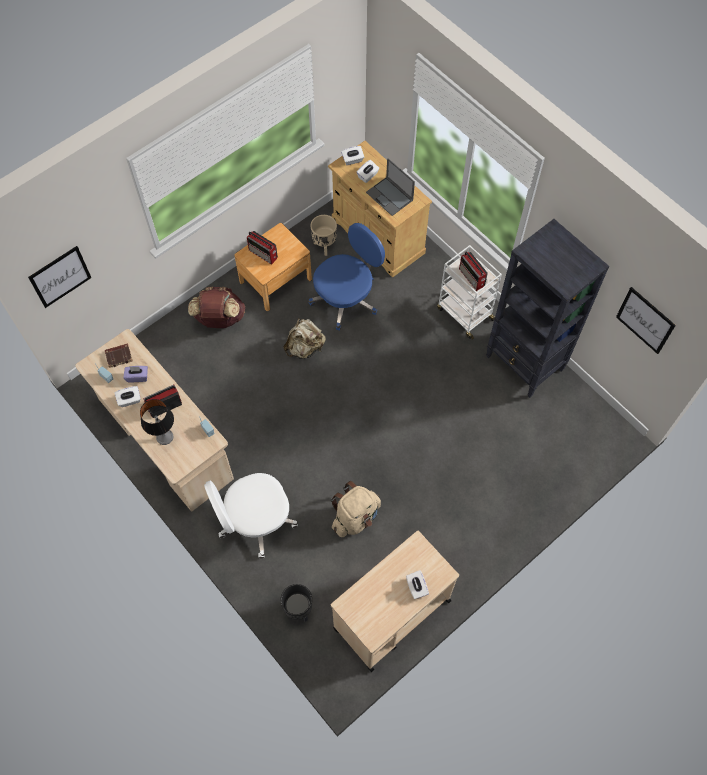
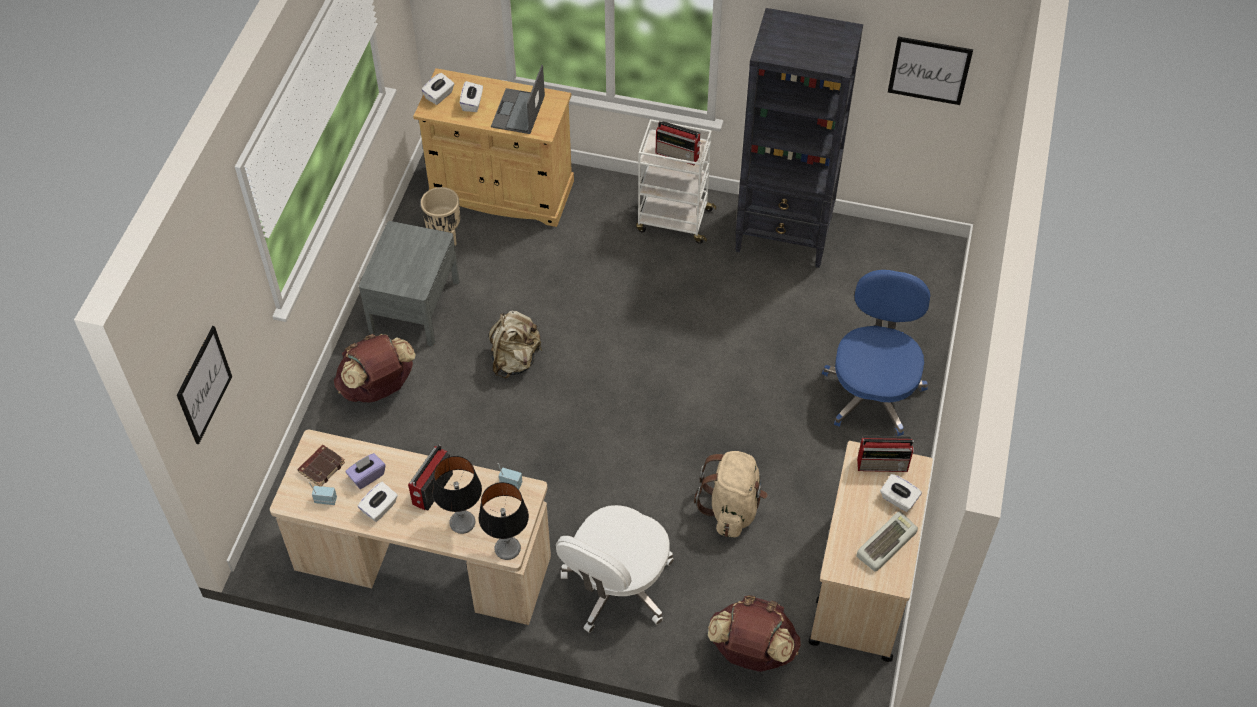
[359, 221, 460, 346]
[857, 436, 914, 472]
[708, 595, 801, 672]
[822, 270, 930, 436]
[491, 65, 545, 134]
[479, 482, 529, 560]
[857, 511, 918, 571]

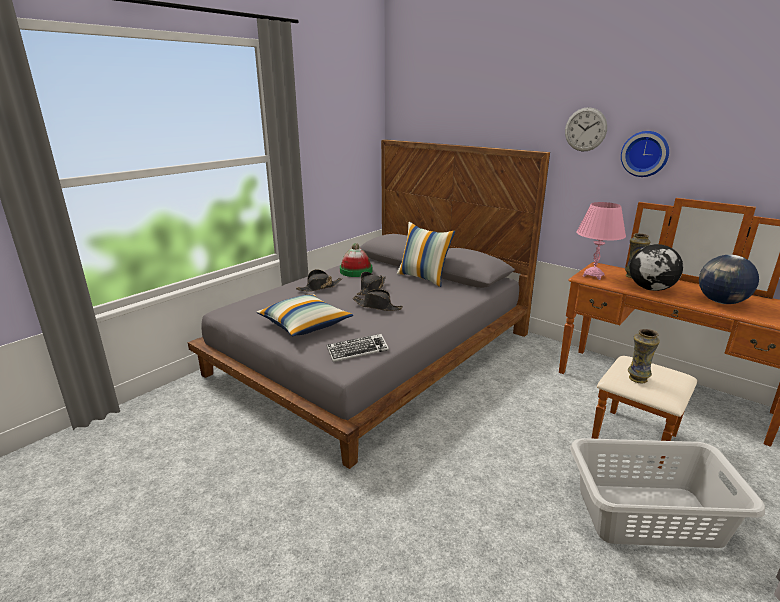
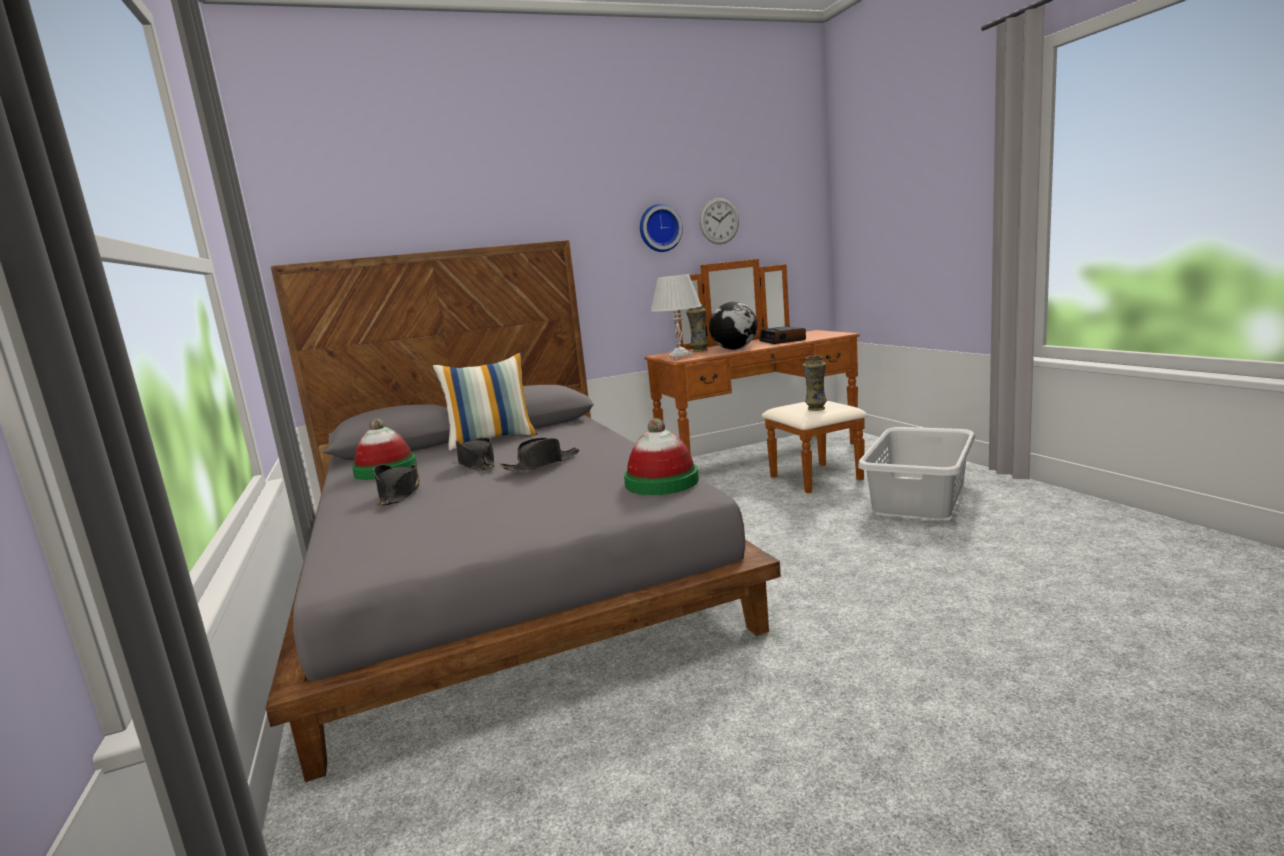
[256, 294, 353, 336] (first image)
[624, 418, 699, 495]
[699, 198, 739, 244]
[651, 274, 702, 359]
[759, 326, 806, 344]

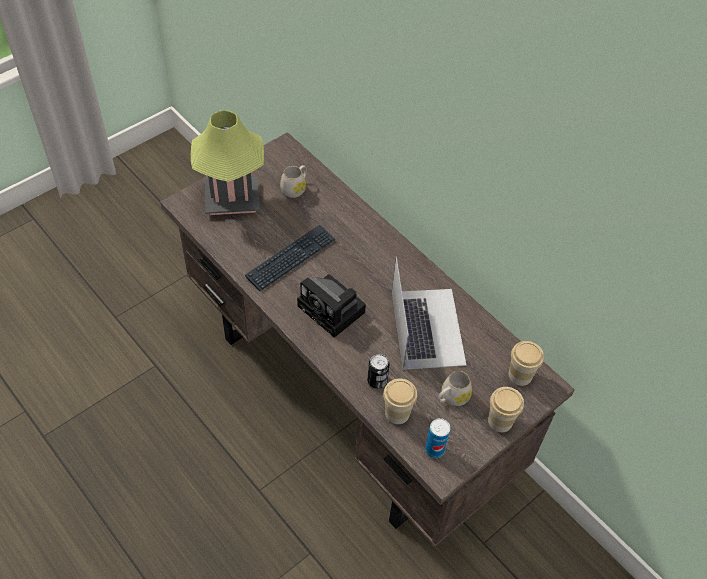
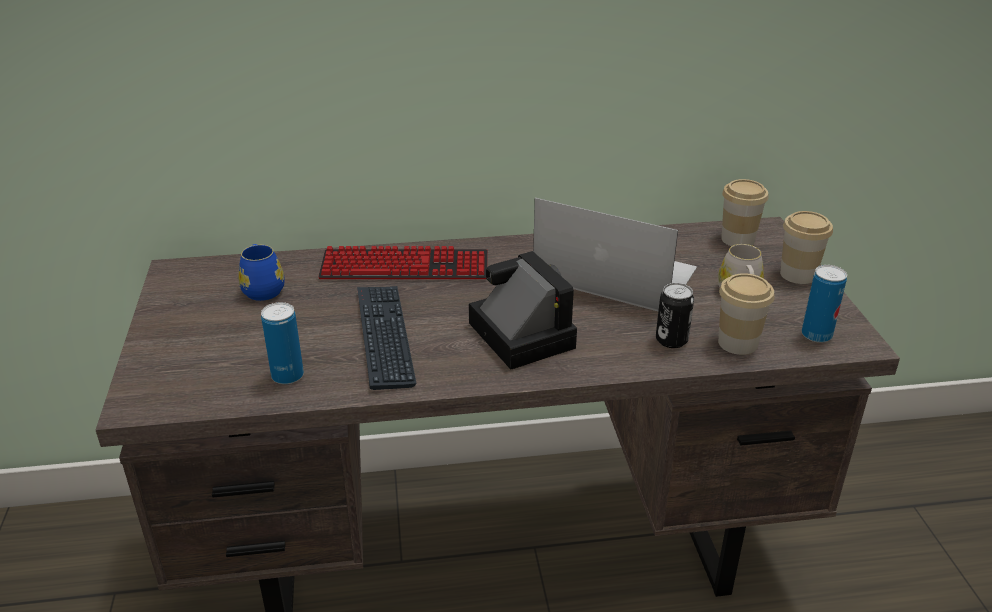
[191, 110, 264, 215] (first image)
[238, 244, 285, 301]
[469, 251, 577, 370]
[261, 302, 304, 384]
[318, 246, 488, 279]

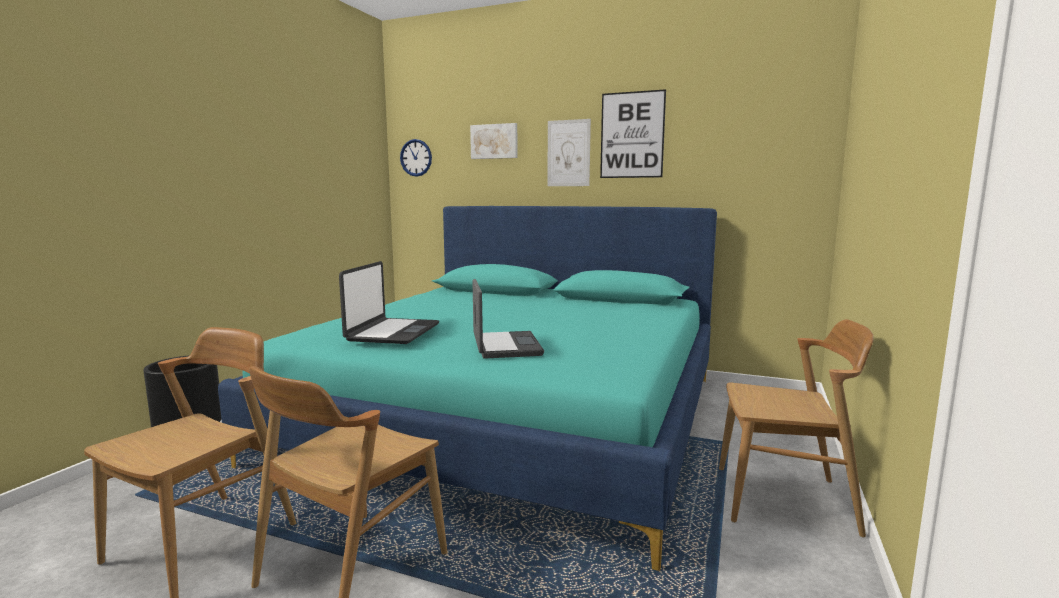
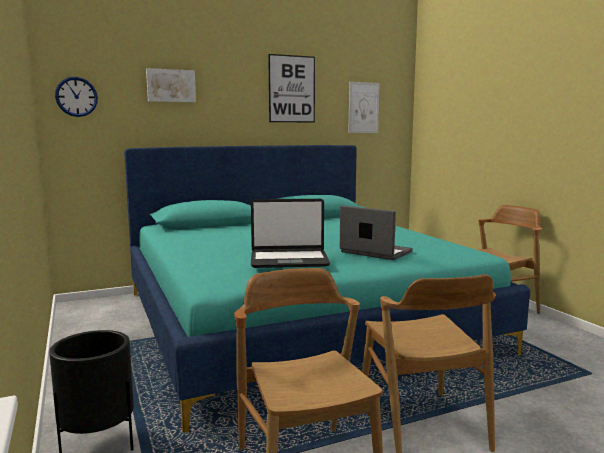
[251, 199, 330, 268]
[348, 82, 380, 133]

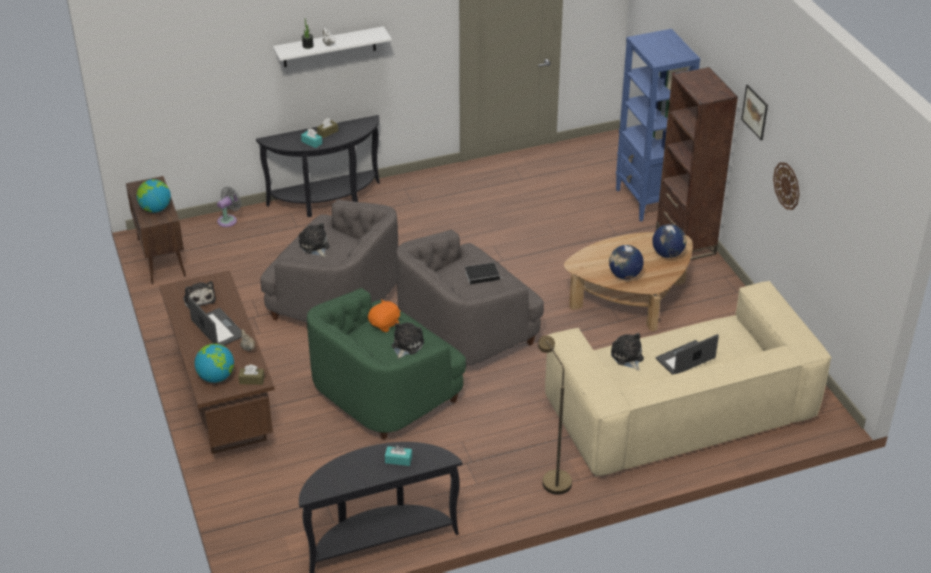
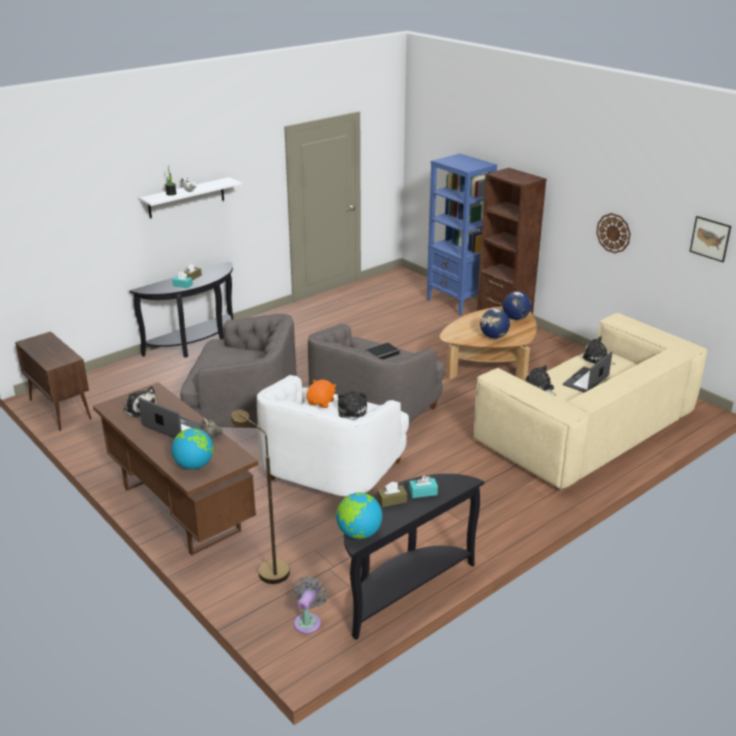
[336, 492, 382, 539]
[294, 576, 328, 634]
[378, 482, 407, 507]
[582, 336, 616, 365]
[257, 375, 409, 496]
[231, 410, 290, 584]
[689, 216, 731, 262]

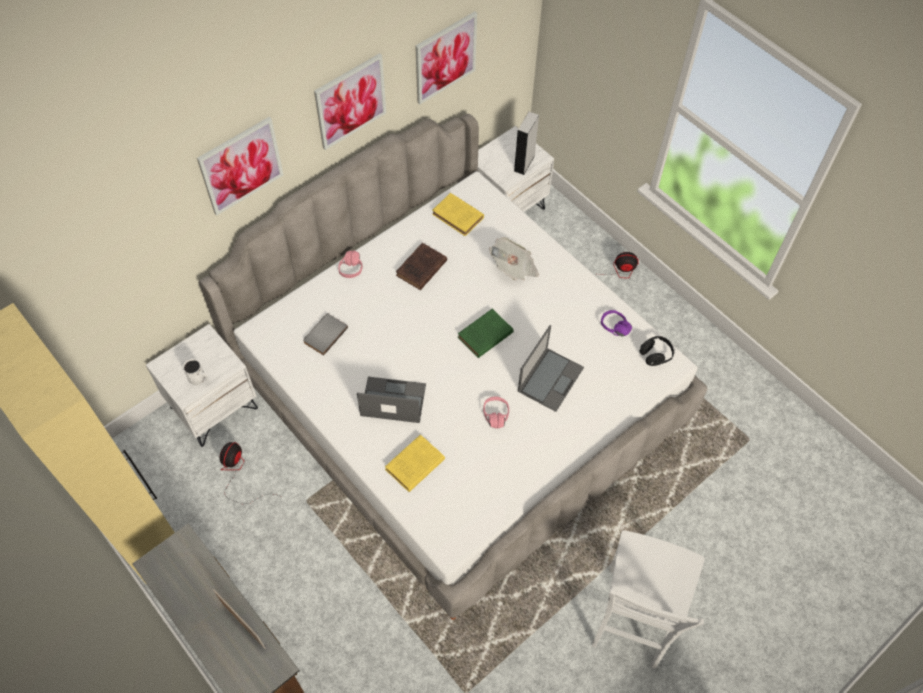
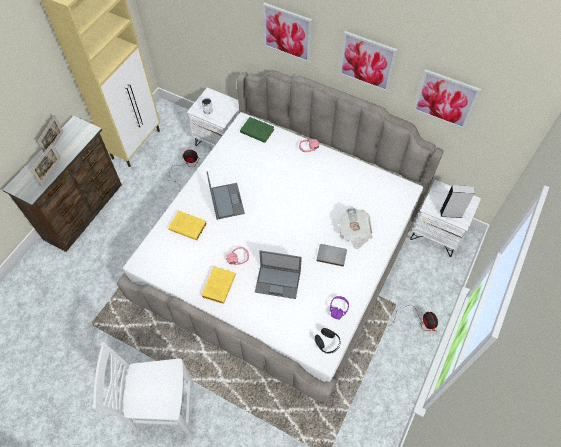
[316, 244, 347, 267]
[396, 243, 447, 290] (first image)
[202, 266, 236, 304]
[240, 117, 274, 143]
[37, 115, 63, 152]

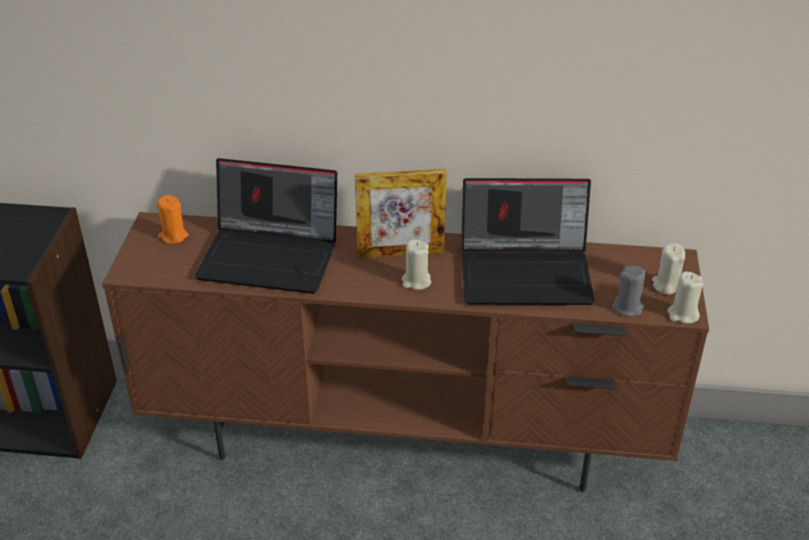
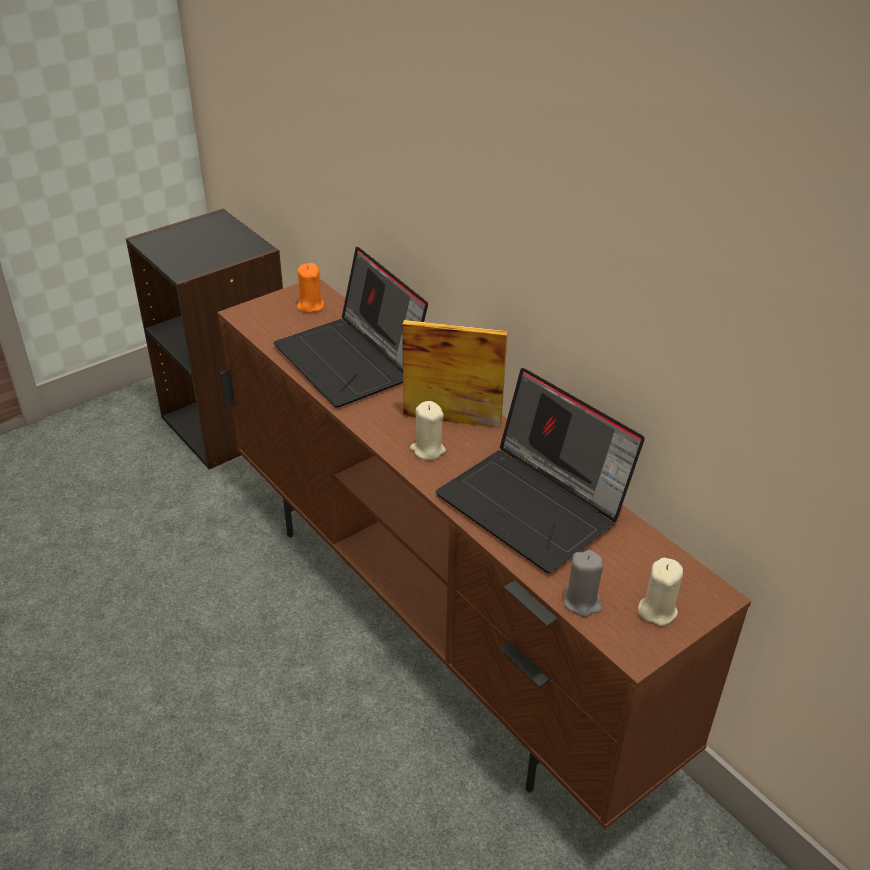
[402, 320, 508, 428]
[667, 272, 703, 324] (first image)

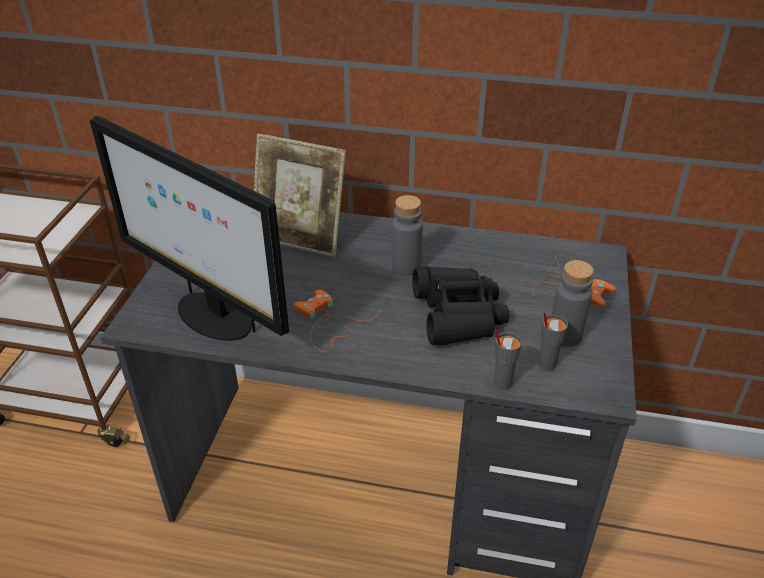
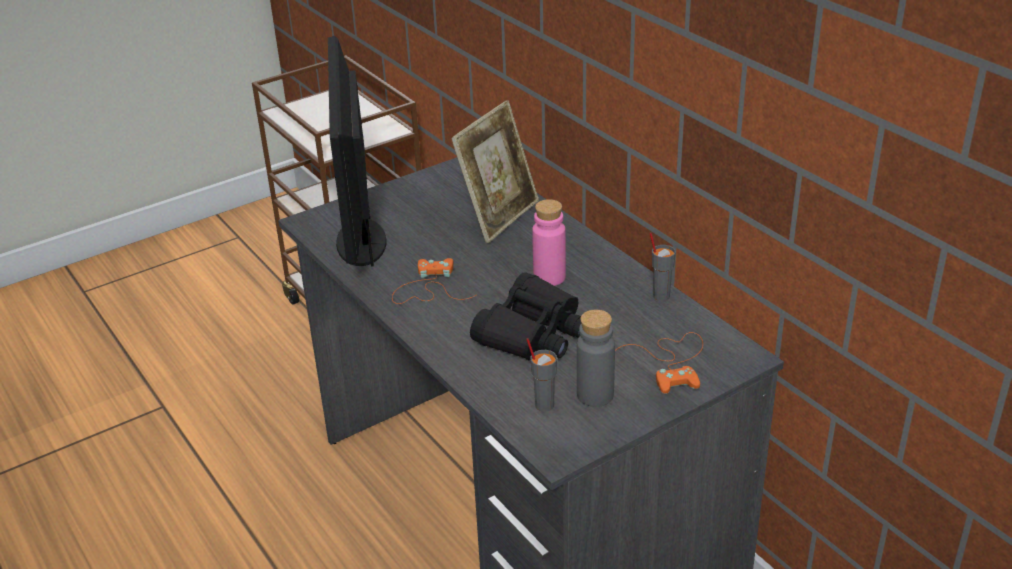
[451, 100, 539, 243]
[532, 199, 566, 286]
[650, 232, 676, 301]

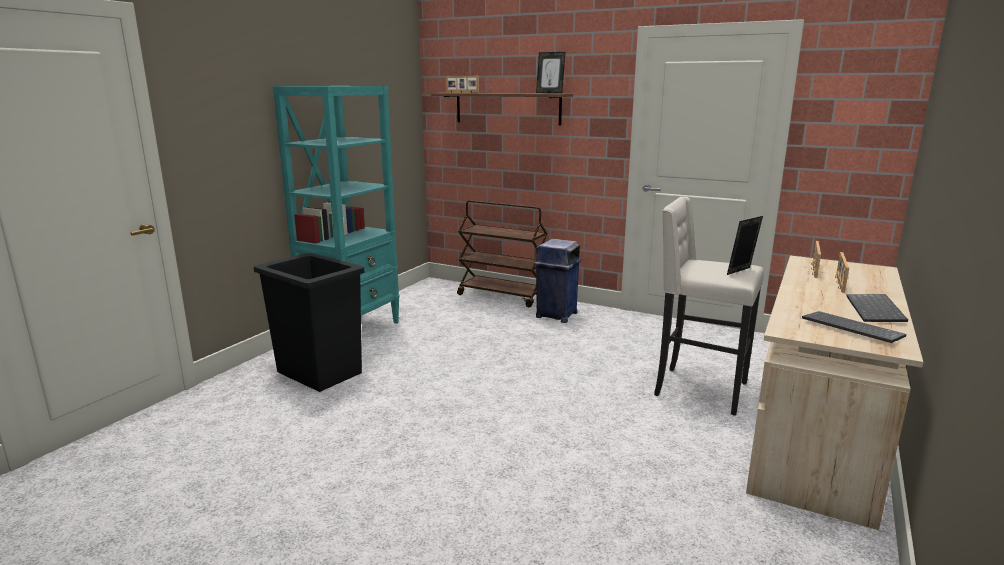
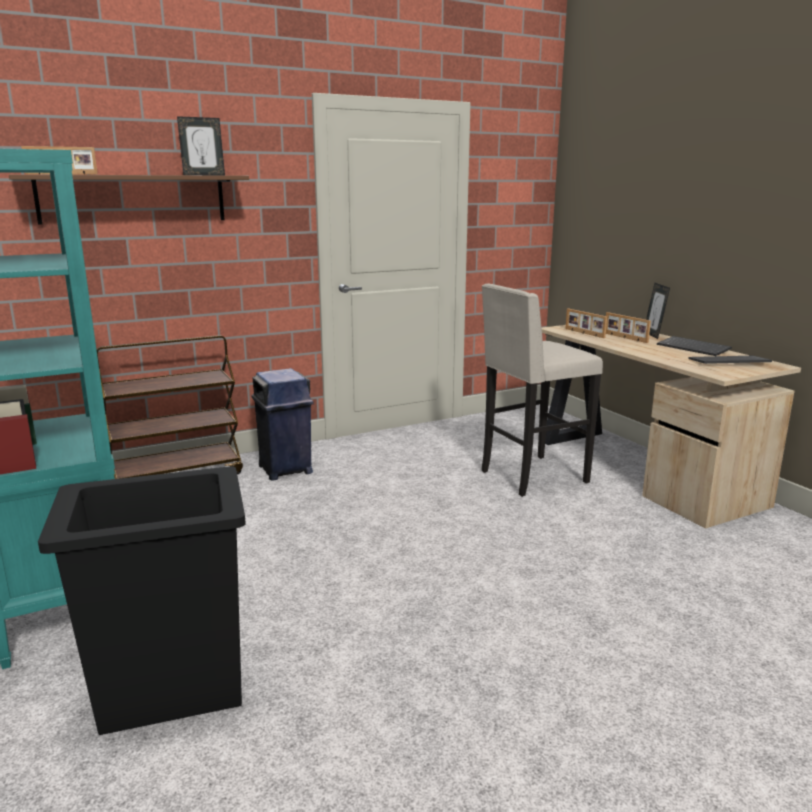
[646, 283, 670, 339]

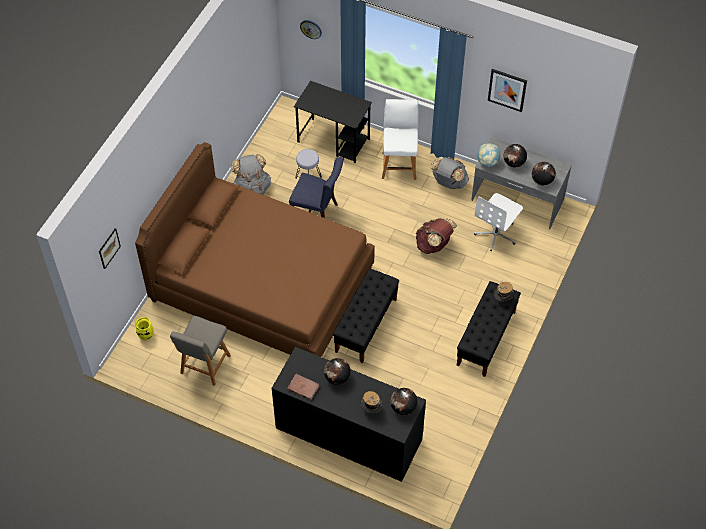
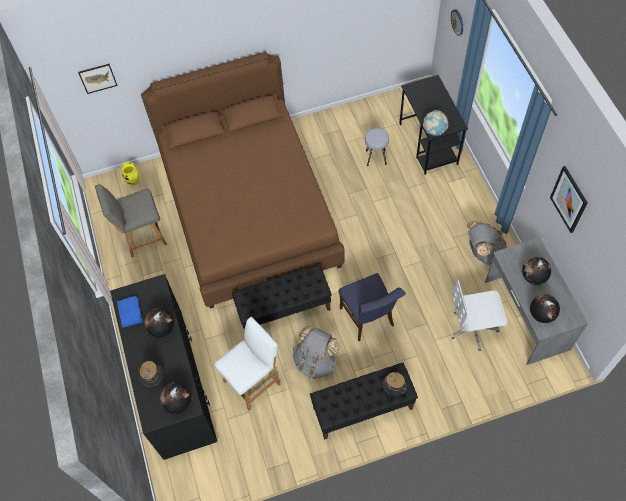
[293, 326, 340, 379]
[117, 296, 142, 328]
[339, 273, 406, 341]
[214, 317, 280, 411]
[416, 218, 457, 254] (first image)
[423, 110, 448, 136]

